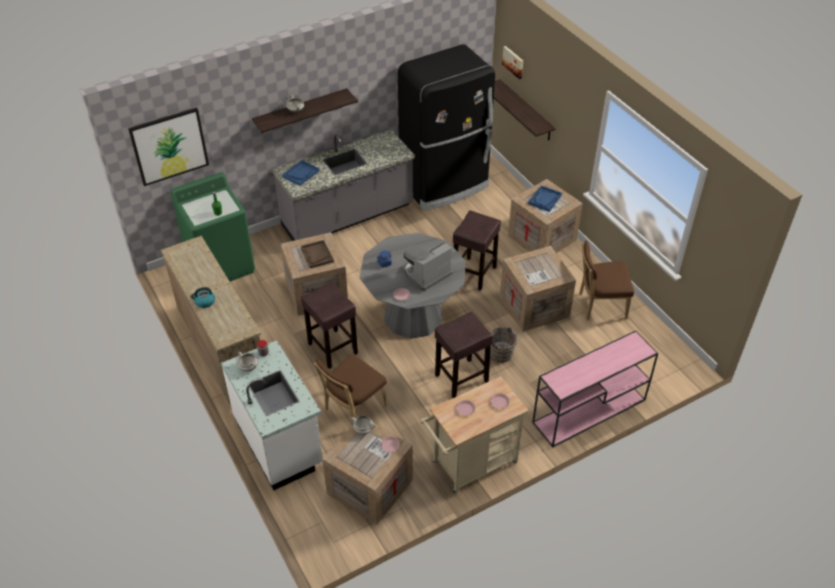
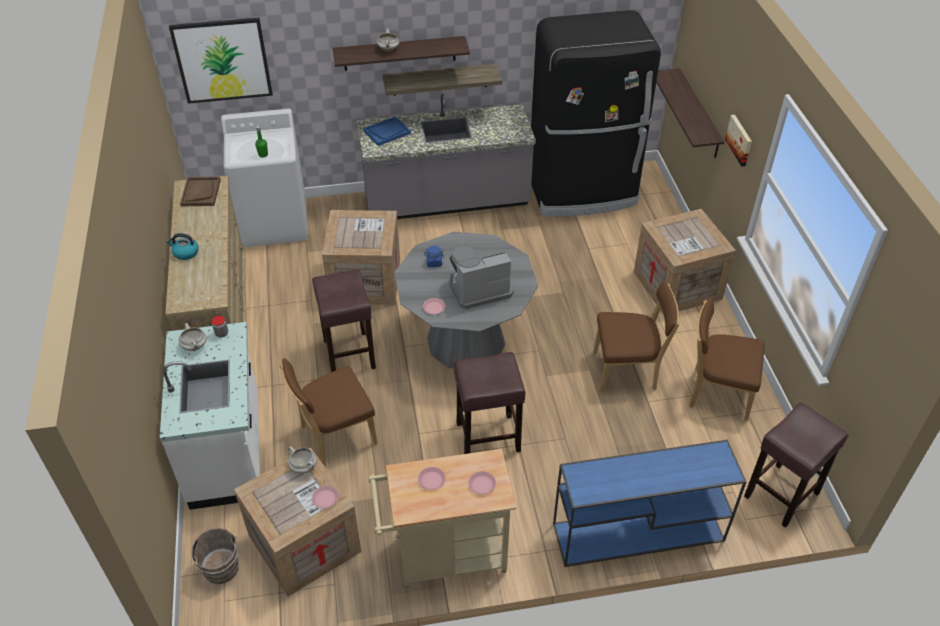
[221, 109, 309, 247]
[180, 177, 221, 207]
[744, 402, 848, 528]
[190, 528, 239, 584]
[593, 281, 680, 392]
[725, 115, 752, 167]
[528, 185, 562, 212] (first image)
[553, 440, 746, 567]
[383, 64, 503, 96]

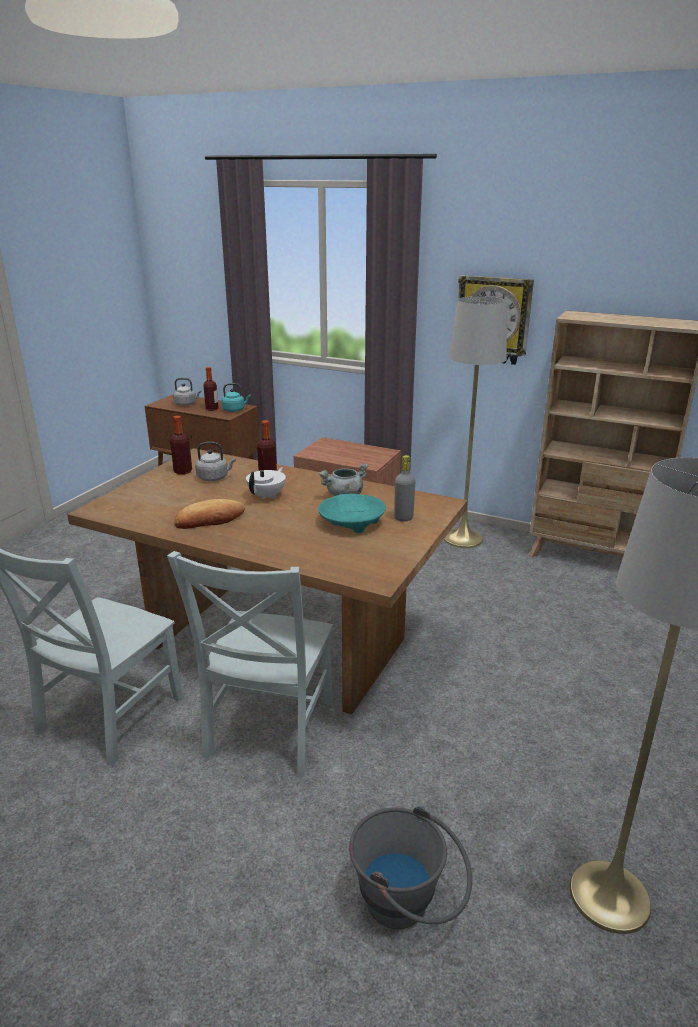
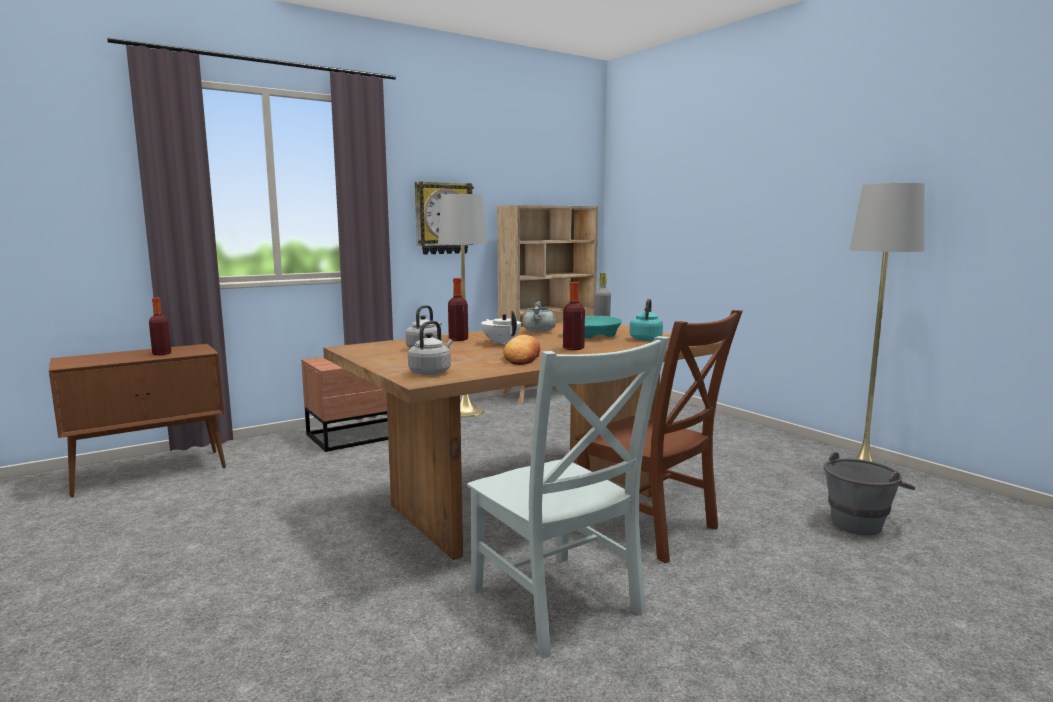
[575, 310, 743, 563]
[563, 282, 585, 350]
[408, 321, 453, 375]
[630, 299, 663, 341]

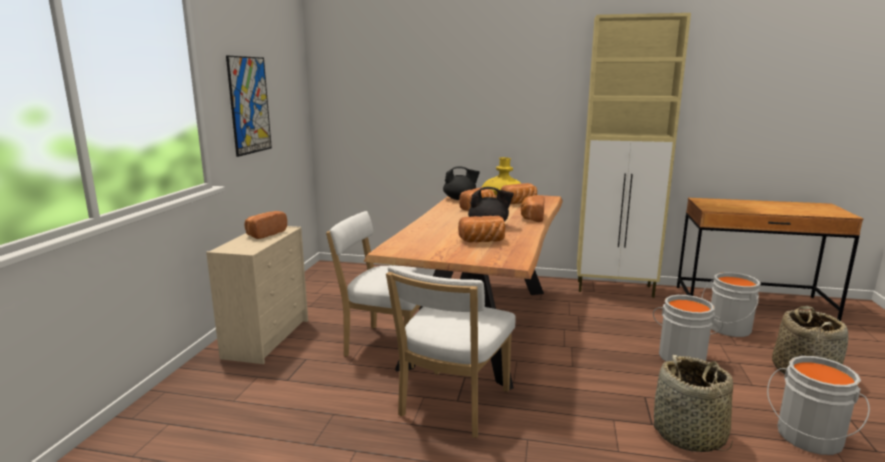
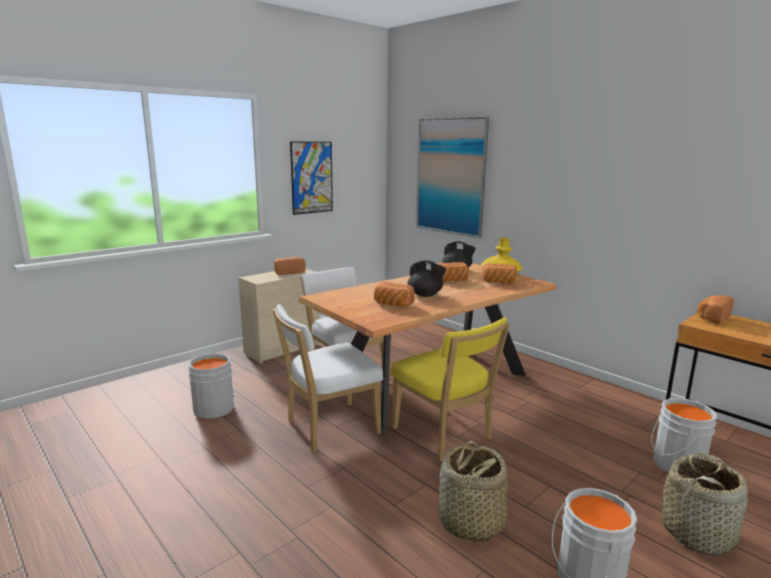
[697, 295, 734, 324]
[577, 13, 691, 298] (first image)
[188, 353, 237, 419]
[391, 317, 510, 462]
[416, 117, 489, 238]

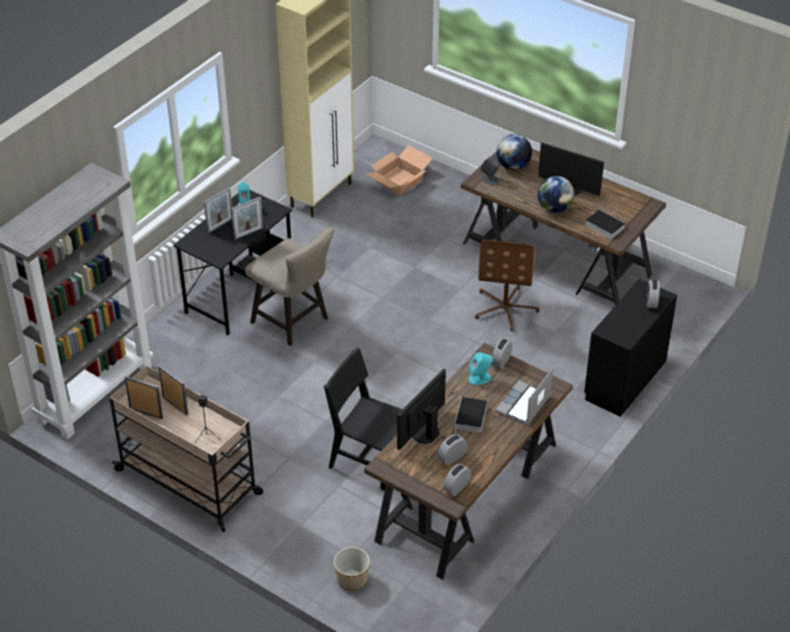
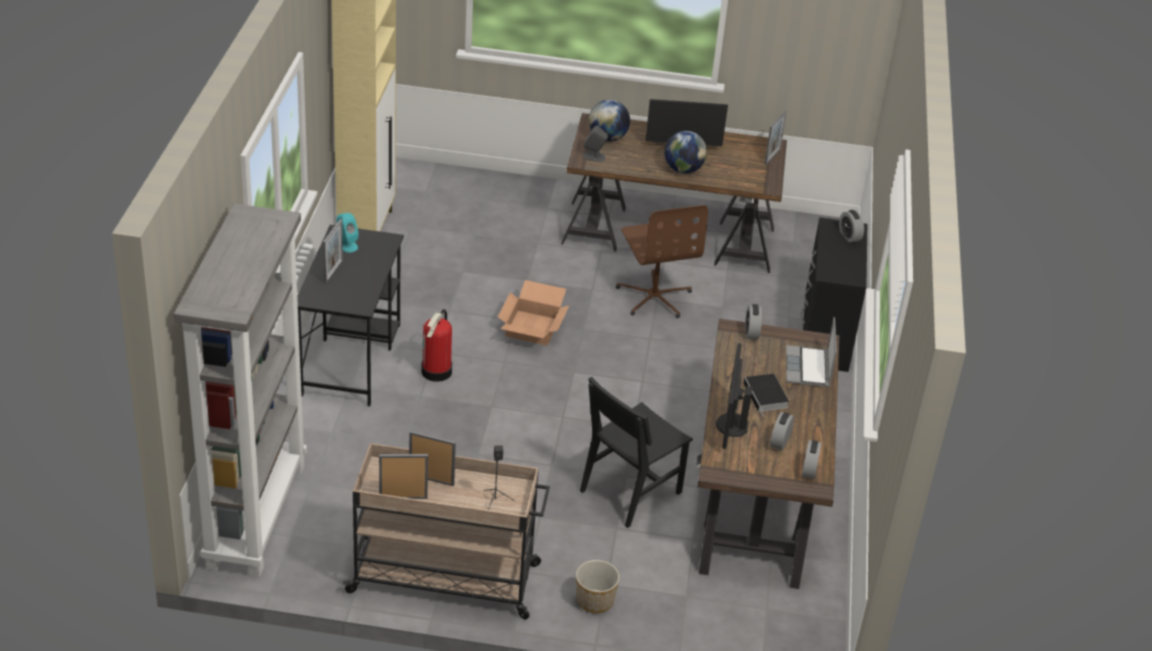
[764, 111, 787, 165]
[421, 309, 452, 382]
[580, 376, 693, 528]
[576, 560, 620, 613]
[498, 280, 569, 346]
[469, 352, 493, 385] (first image)
[585, 209, 626, 239] (first image)

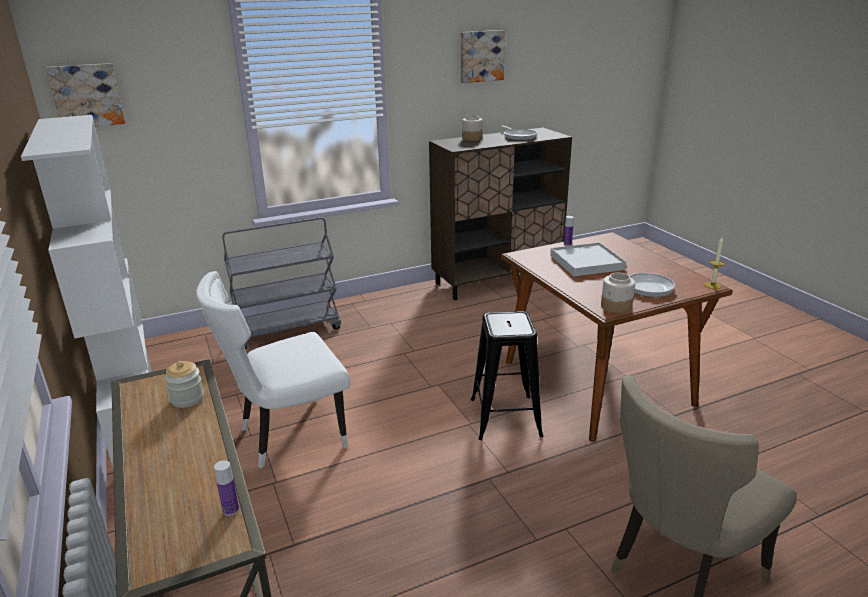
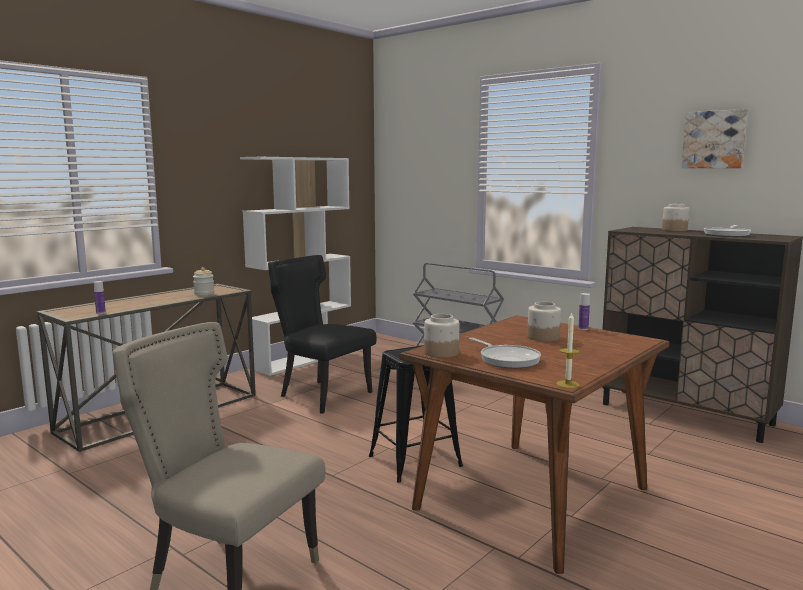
[46, 63, 125, 126] (first image)
[268, 255, 377, 414]
[527, 302, 561, 342]

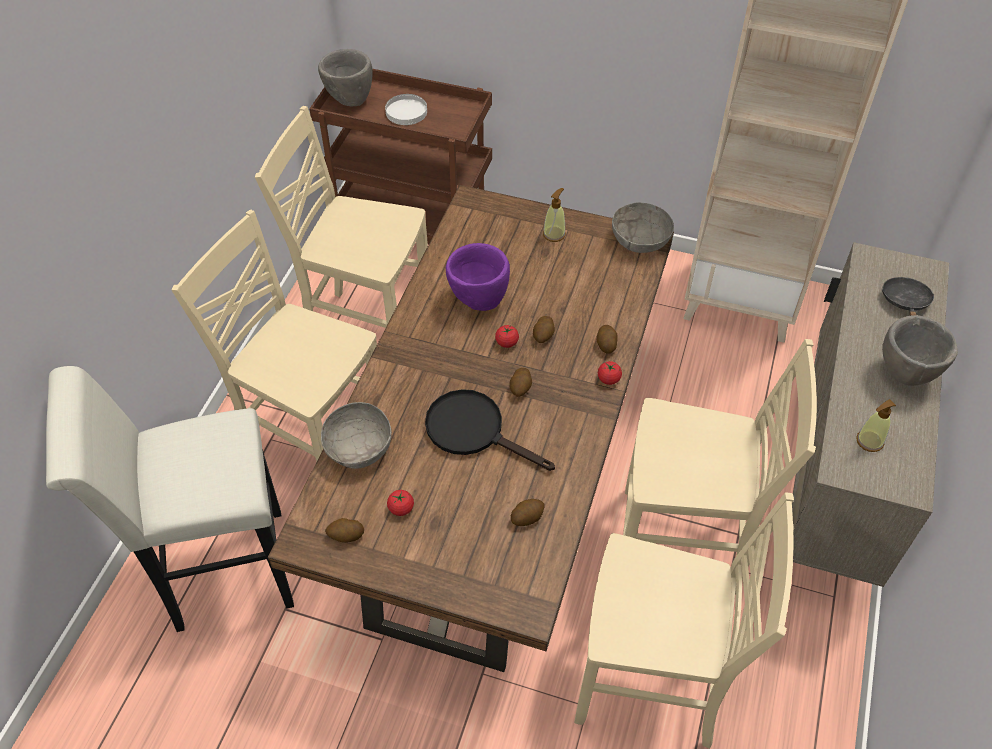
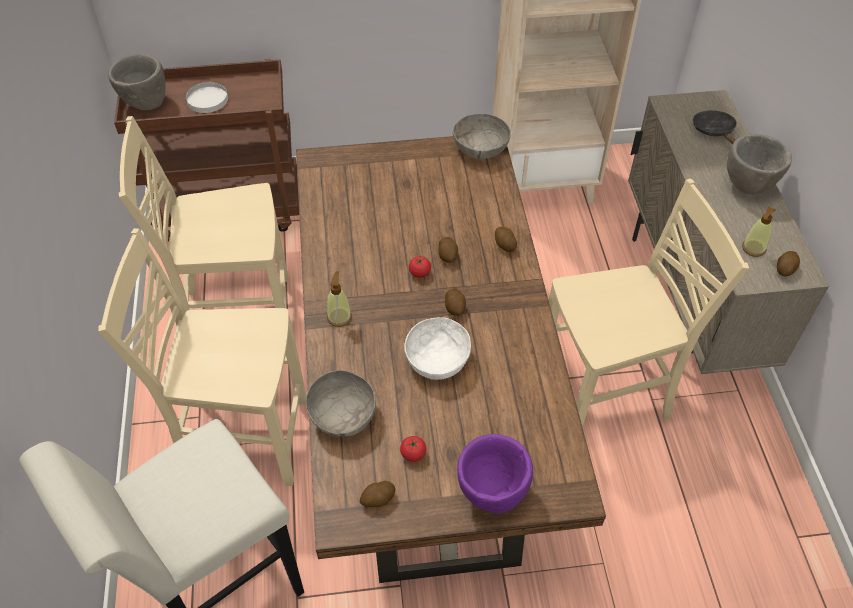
[404, 317, 471, 380]
[457, 434, 533, 514]
[777, 251, 800, 276]
[327, 271, 352, 327]
[574, 492, 794, 749] (first image)
[598, 361, 622, 385] (first image)

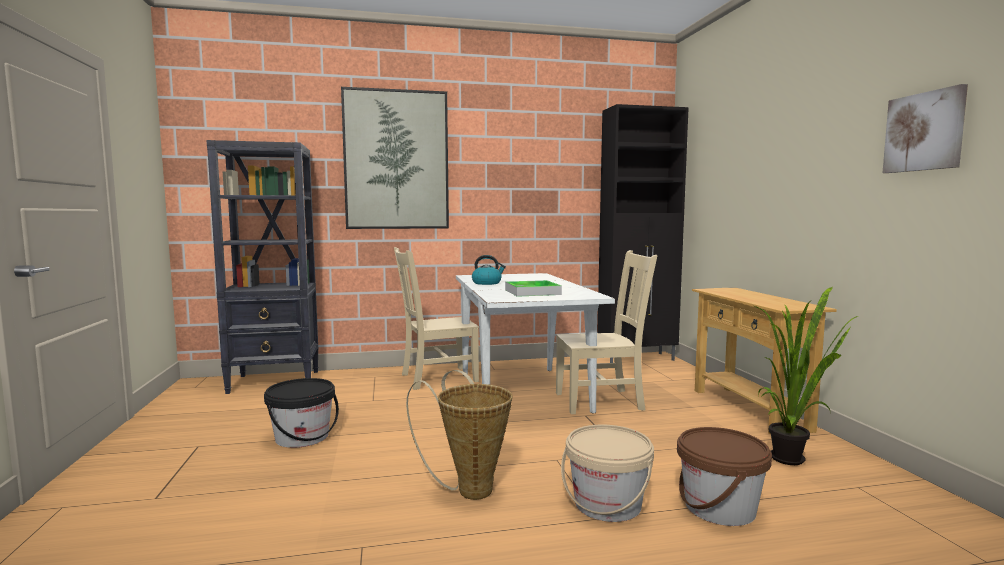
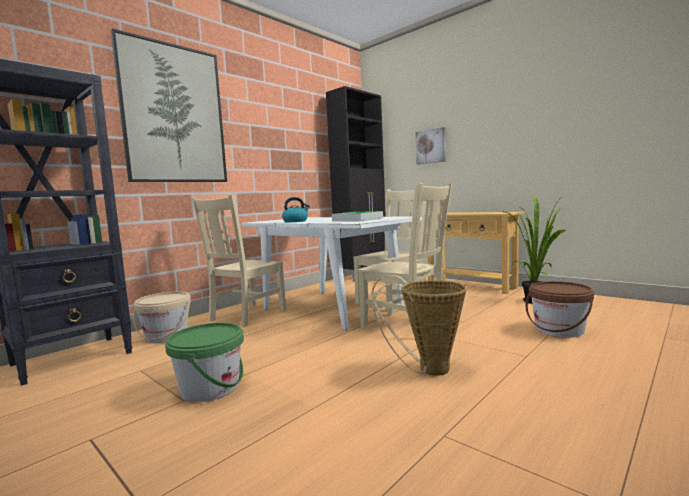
[165, 323, 244, 402]
[133, 292, 191, 343]
[416, 127, 446, 165]
[358, 183, 452, 328]

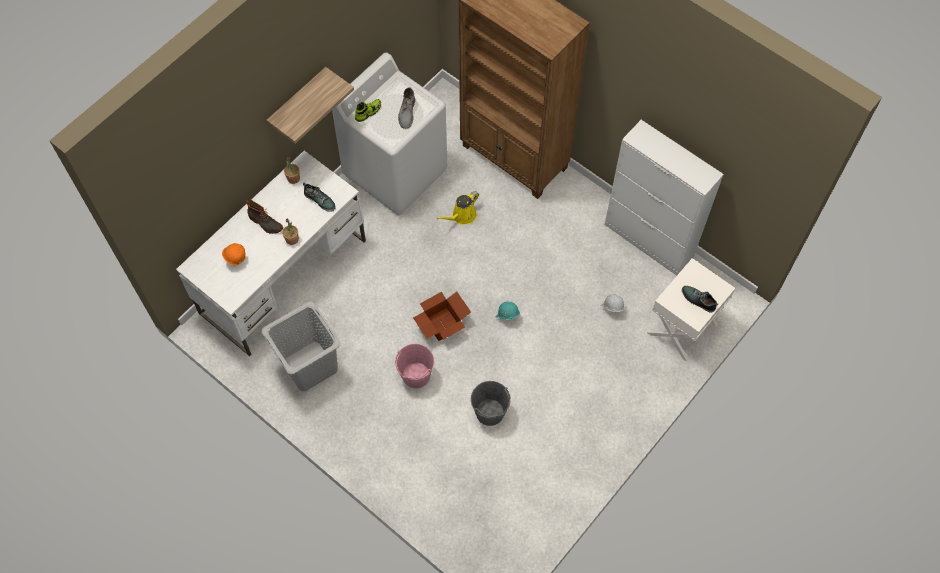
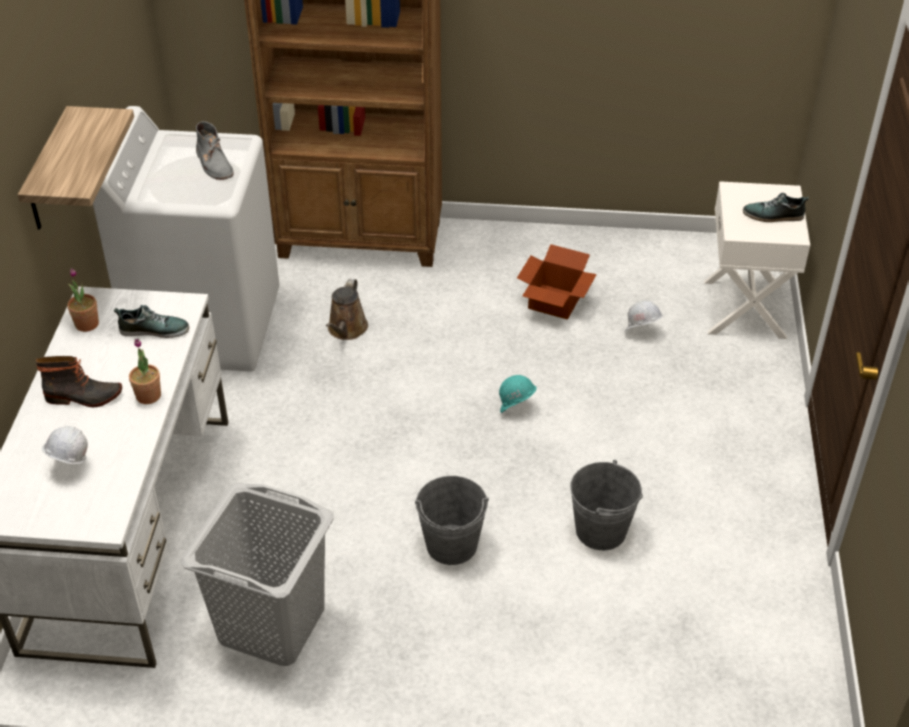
[42, 426, 88, 464]
[355, 99, 381, 122] (first image)
[415, 476, 489, 565]
[517, 244, 597, 320]
[326, 279, 368, 340]
[605, 120, 724, 276] (first image)

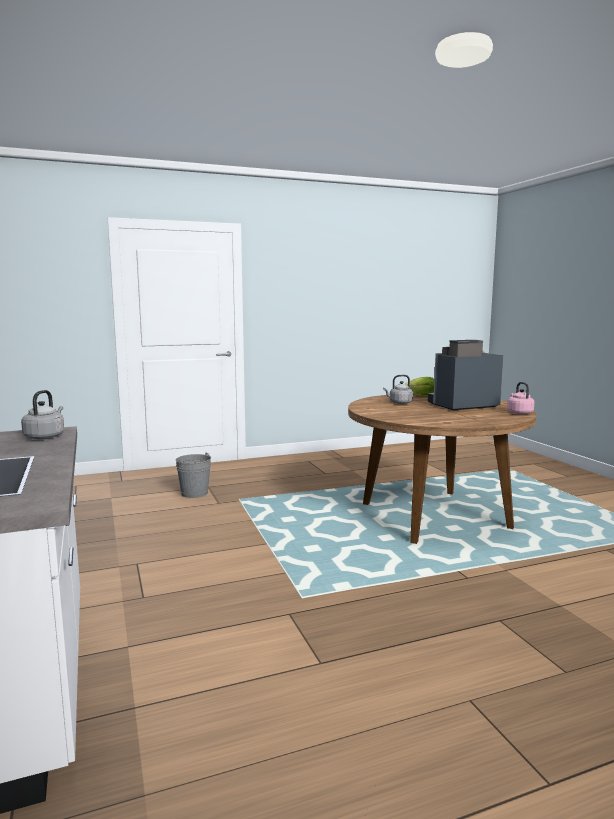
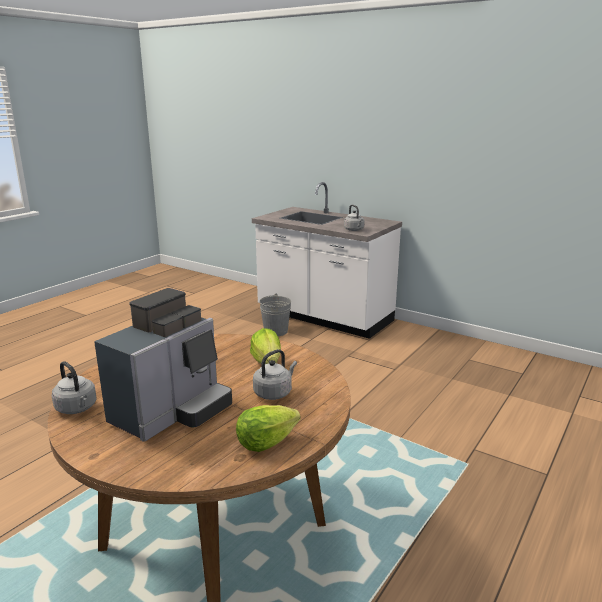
[259, 293, 291, 336]
[52, 361, 96, 414]
[250, 328, 281, 364]

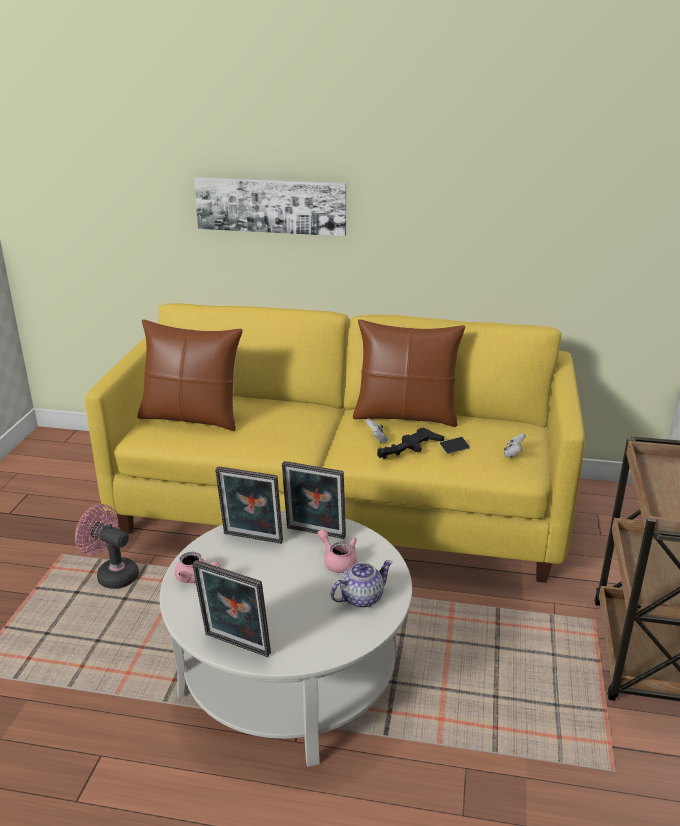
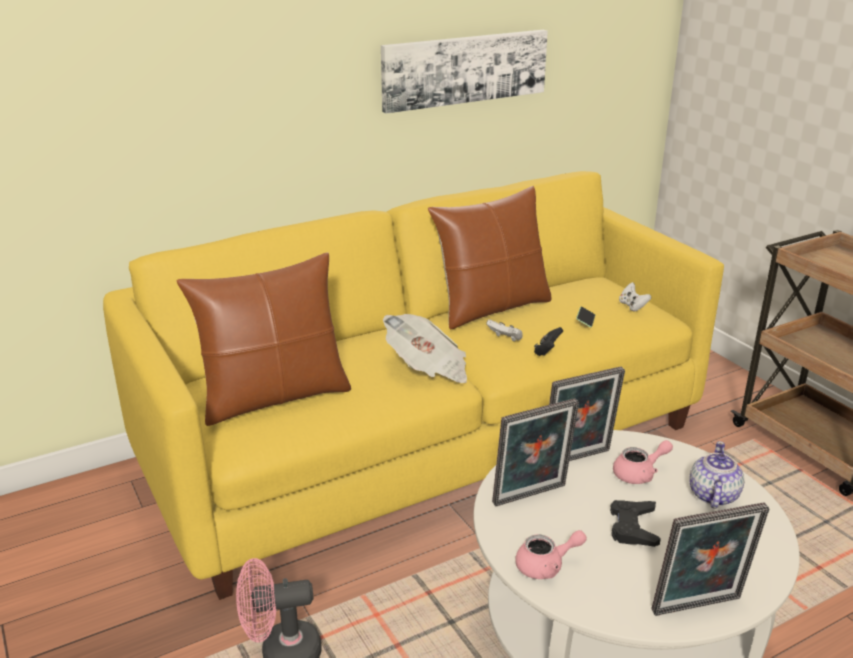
[381, 30, 548, 114]
[613, 440, 673, 484]
[610, 500, 661, 547]
[383, 314, 467, 383]

